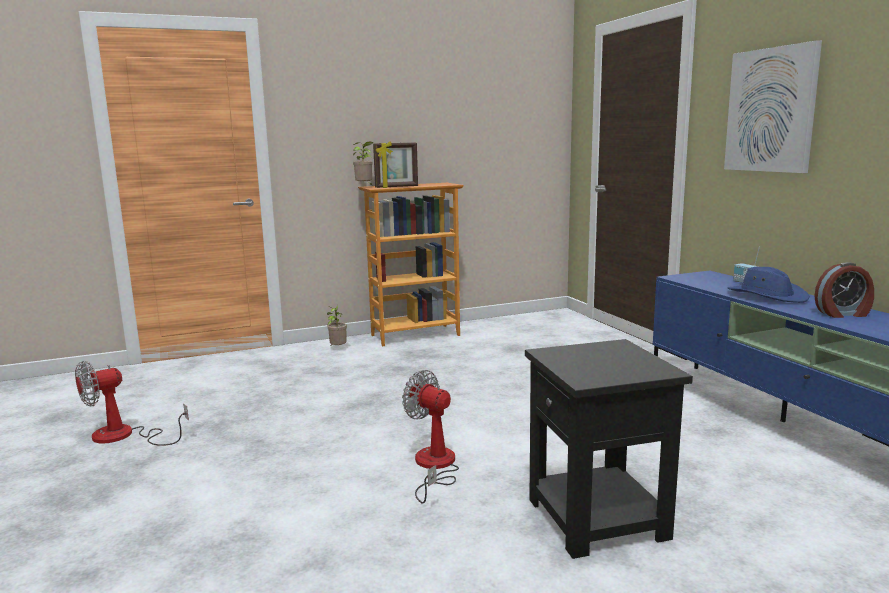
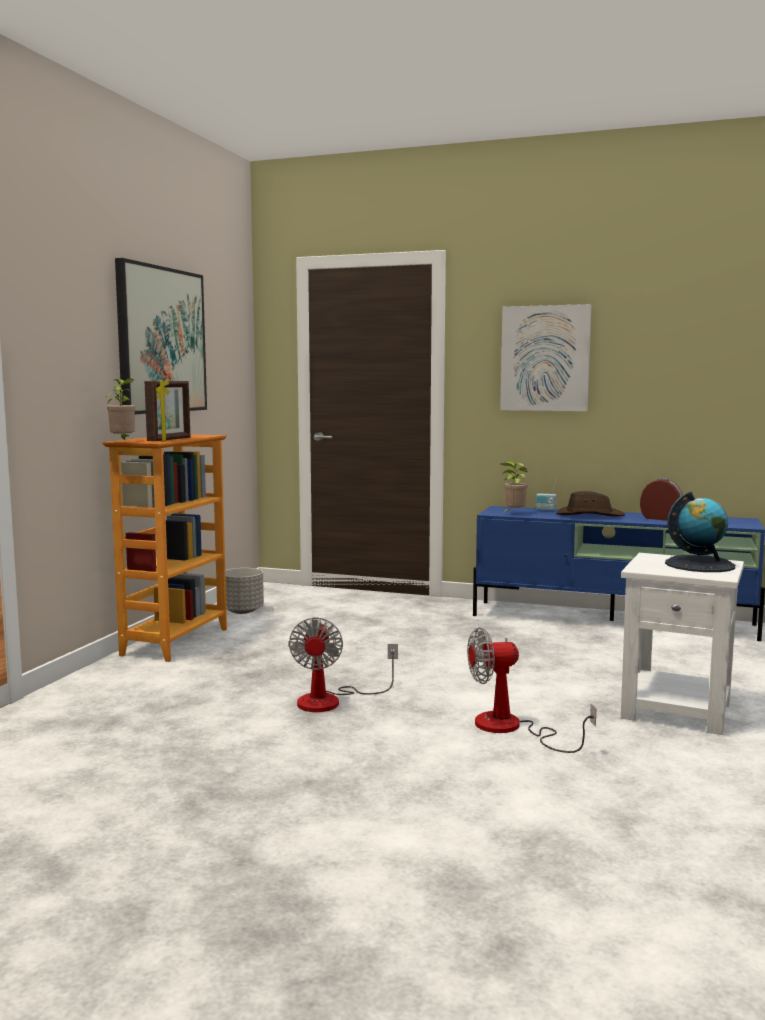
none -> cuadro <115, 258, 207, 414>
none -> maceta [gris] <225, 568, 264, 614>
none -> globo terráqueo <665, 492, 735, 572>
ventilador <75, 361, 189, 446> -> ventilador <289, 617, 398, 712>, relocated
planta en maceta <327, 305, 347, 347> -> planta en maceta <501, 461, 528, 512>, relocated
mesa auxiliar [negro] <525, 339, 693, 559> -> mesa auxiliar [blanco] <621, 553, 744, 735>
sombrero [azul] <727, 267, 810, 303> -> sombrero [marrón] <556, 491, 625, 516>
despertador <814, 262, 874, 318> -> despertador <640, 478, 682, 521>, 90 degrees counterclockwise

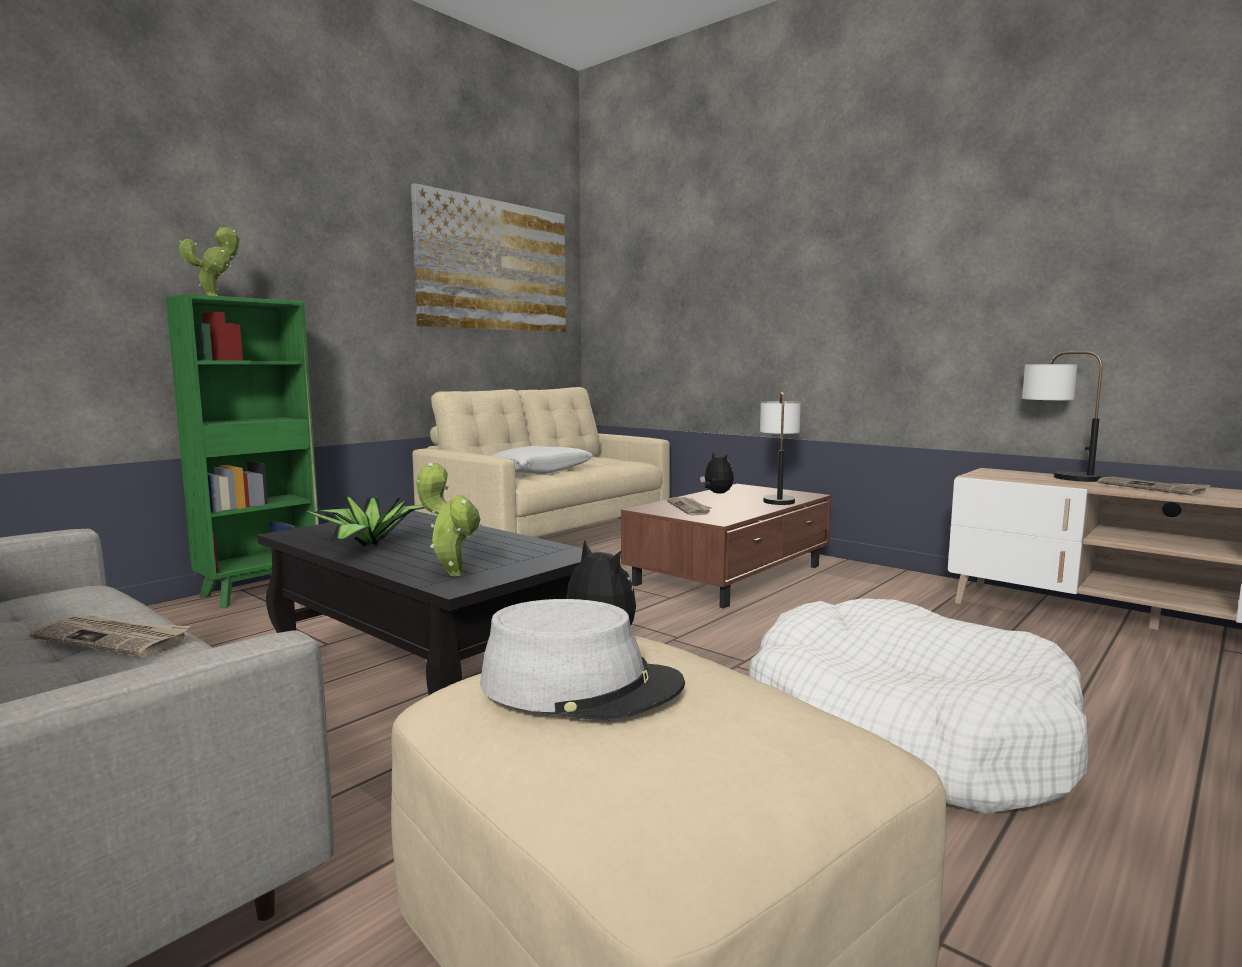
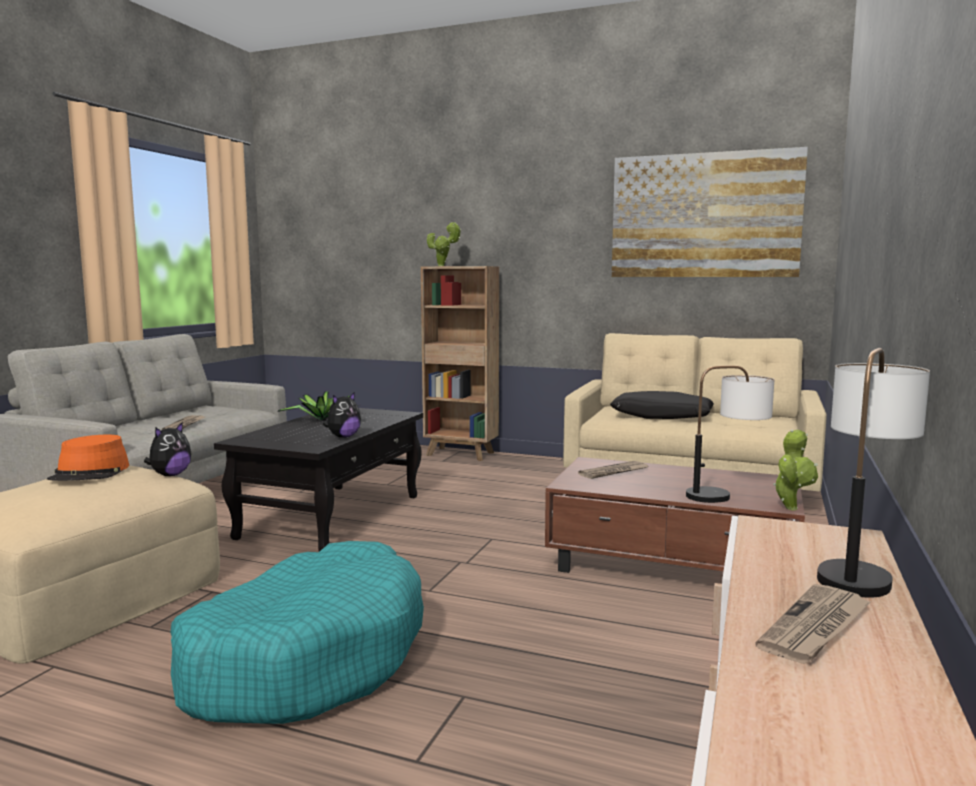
planta en maceta <416, 463, 481, 576> -> planta en maceta <773, 429, 818, 510>, relocated
peluche <700, 451, 734, 494> -> peluche <323, 392, 361, 438>, relocated
estantería [verde] <166, 294, 319, 608> -> estantería [marrón] <421, 266, 499, 461>
sombrero [gris] <480, 599, 685, 720> -> sombrero [naranja] <47, 435, 129, 481>
cojín [blanco] <490, 446, 594, 474> -> cojín [negro] <610, 391, 714, 419>
cama para perro [blanco] <748, 598, 1088, 814> -> cama para perro [turquesa] <170, 541, 424, 724>

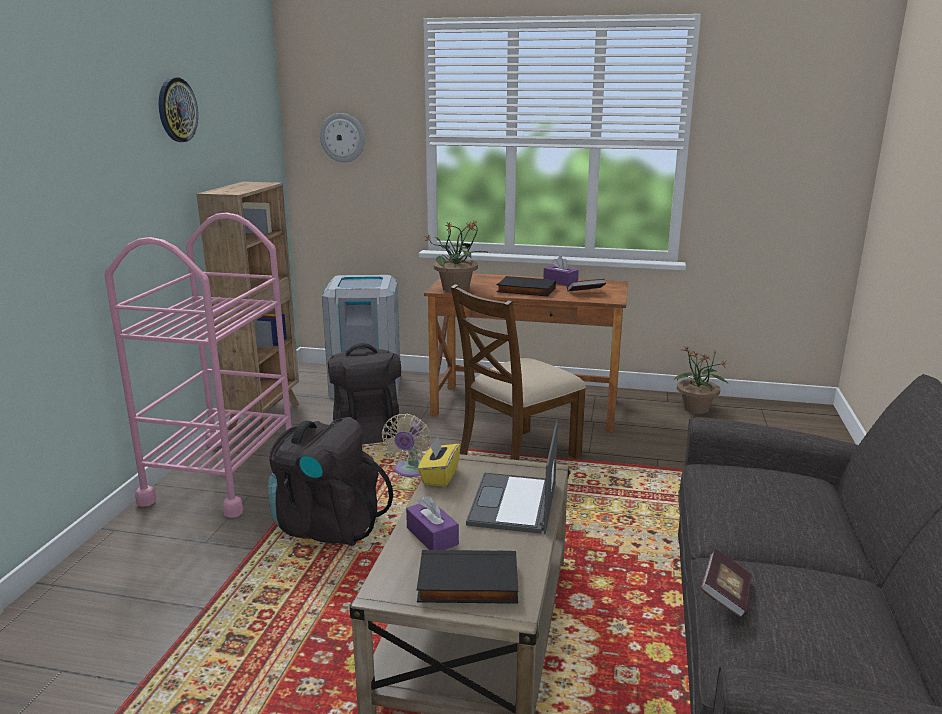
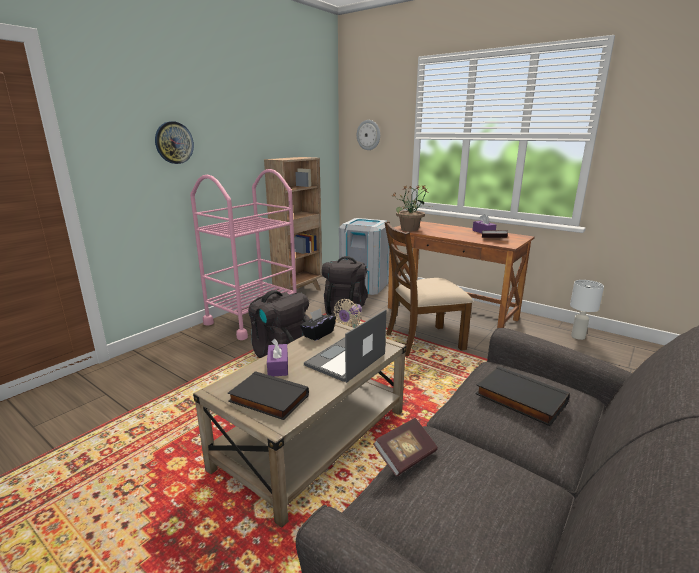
reloj de pared <159, 78, 198, 142> -> reloj de pared <155, 121, 194, 164>, relocated
libro [negro] <496, 276, 556, 296> -> libro [negro] <475, 366, 570, 426>, relocated
planta en maceta <674, 347, 729, 414> -> lámpara de mesa [blanco] <570, 280, 604, 340>
caja de pañuelos [amarillo] <418, 437, 460, 487> -> caja de pañuelos [negro] <300, 308, 336, 341>

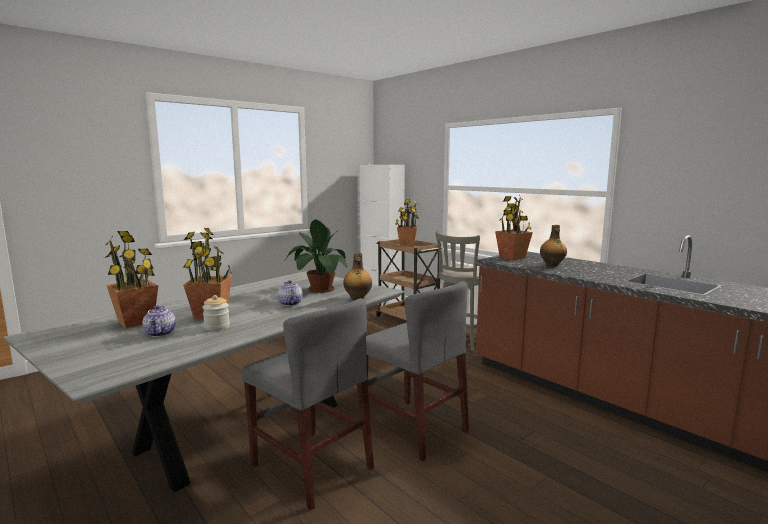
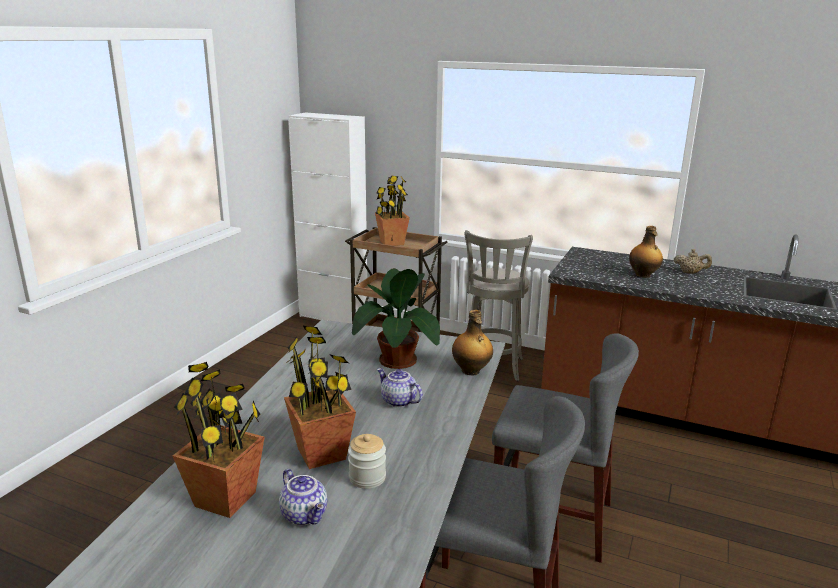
planta en maceta <495, 194, 533, 260> -> none
none -> tetera [beis] <674, 249, 712, 274>

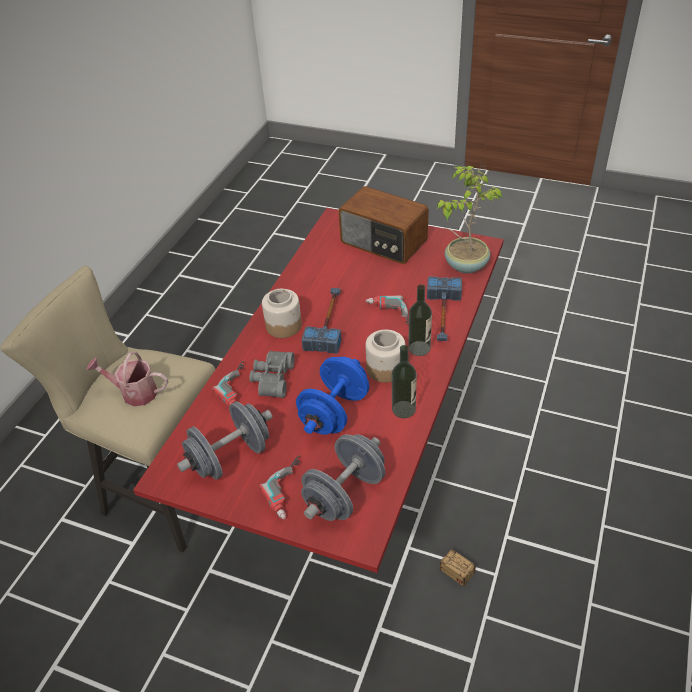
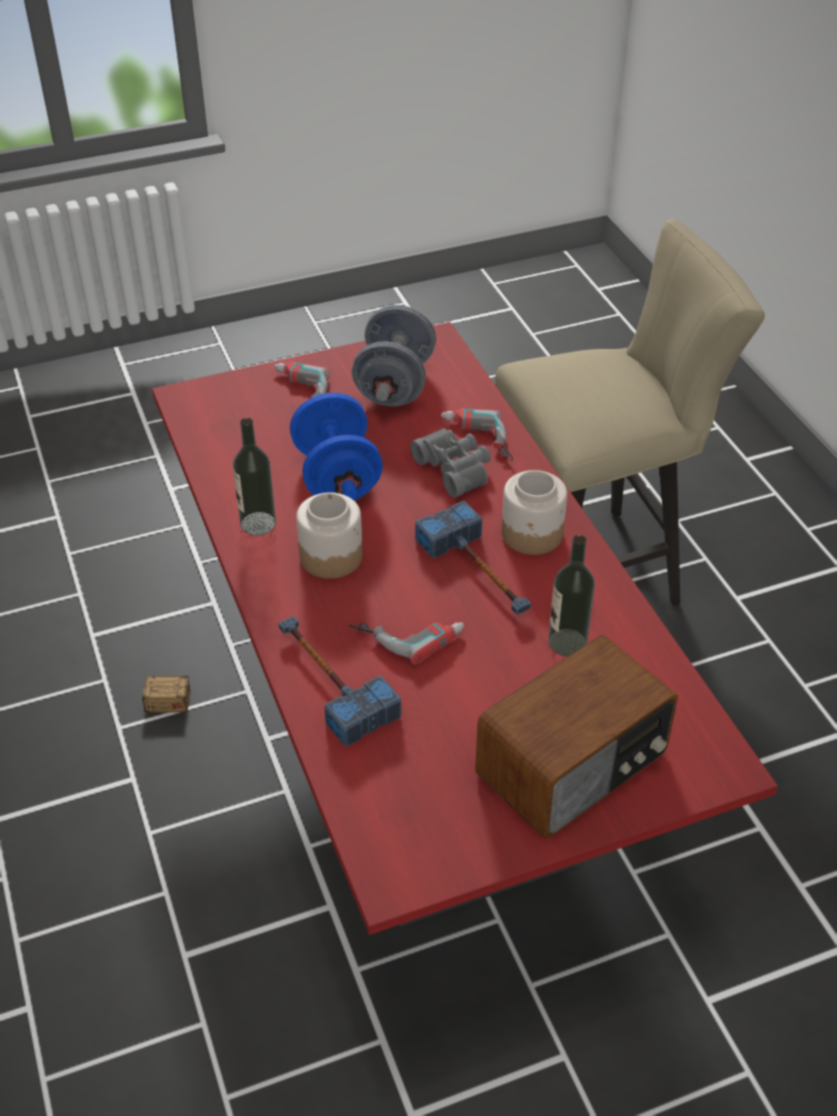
regadera <86, 351, 168, 406> -> none
mancuerna [gris] <301, 434, 385, 521> -> none
planta en maceta <437, 166, 502, 273> -> none
botella <408, 284, 432, 356> -> botella <548, 535, 595, 657>, relocated
radio <338, 186, 429, 264> -> radio <475, 635, 678, 839>, 150 degrees clockwise

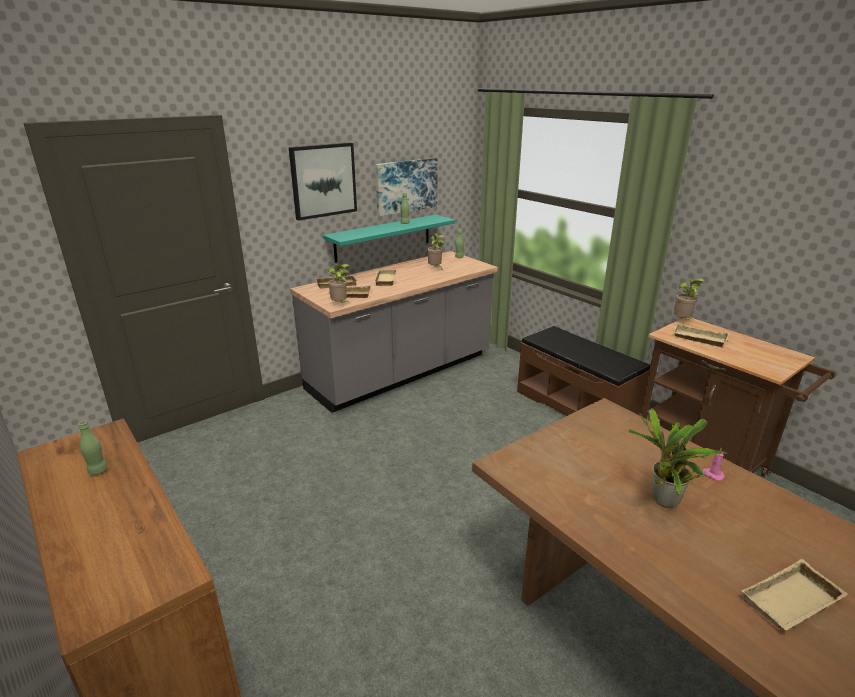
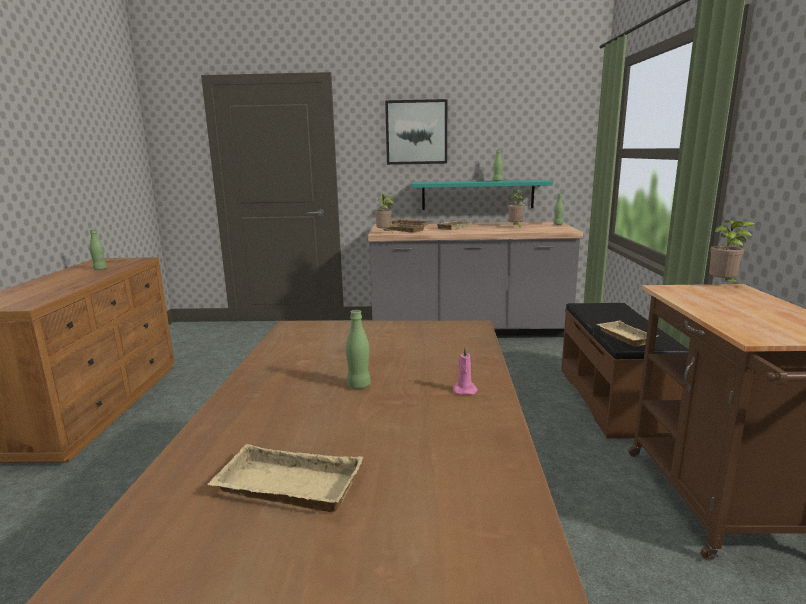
cuadro <375, 158, 438, 216> -> none
bandeja [beis] <672, 323, 730, 347> -> bandeja [beis] <596, 321, 658, 346>, relocated
planta en maceta <628, 409, 727, 508> -> botella [verde] <346, 310, 370, 389>

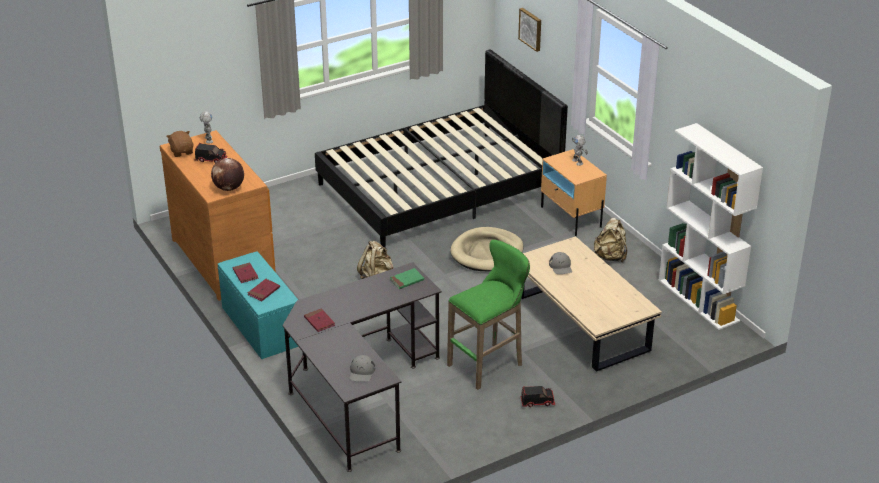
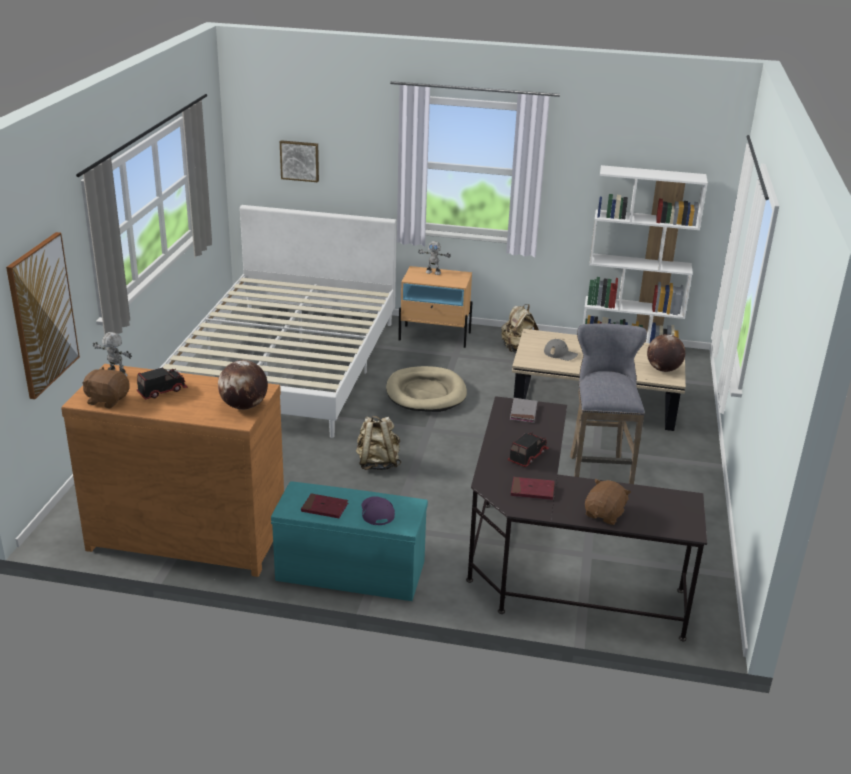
gorra [gris] <350, 355, 375, 382> -> none
none -> cuadro <6, 232, 80, 399>
none -> peluche [marrón] <585, 479, 631, 525>
none -> globo terráqueo <647, 334, 685, 372>
camión de juguete <520, 386, 555, 407> -> camión de juguete <507, 432, 549, 467>, relocated
libro [rojo] <248, 279, 280, 301> -> gorra [morado] <362, 496, 395, 525>
cama [negro] <315, 49, 568, 248> -> cama [blanco] <160, 205, 397, 438>
libro [verde] <390, 268, 424, 289> -> libro [gris] <510, 398, 537, 423>
taburete [verde] <447, 240, 530, 390> -> taburete [gris] <570, 324, 647, 484>

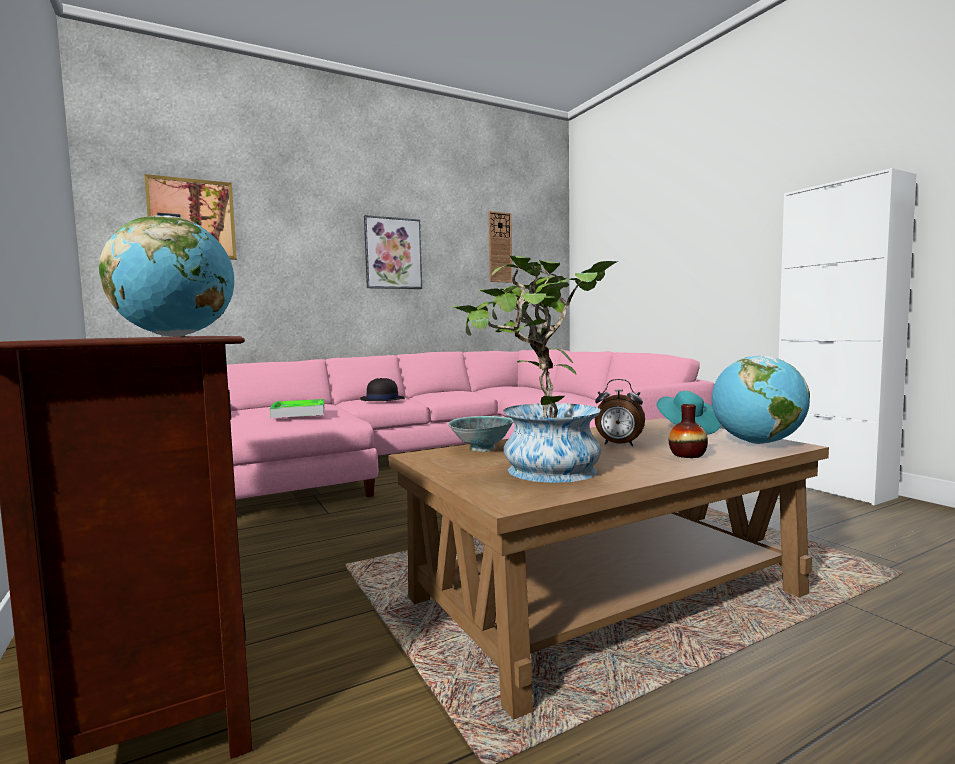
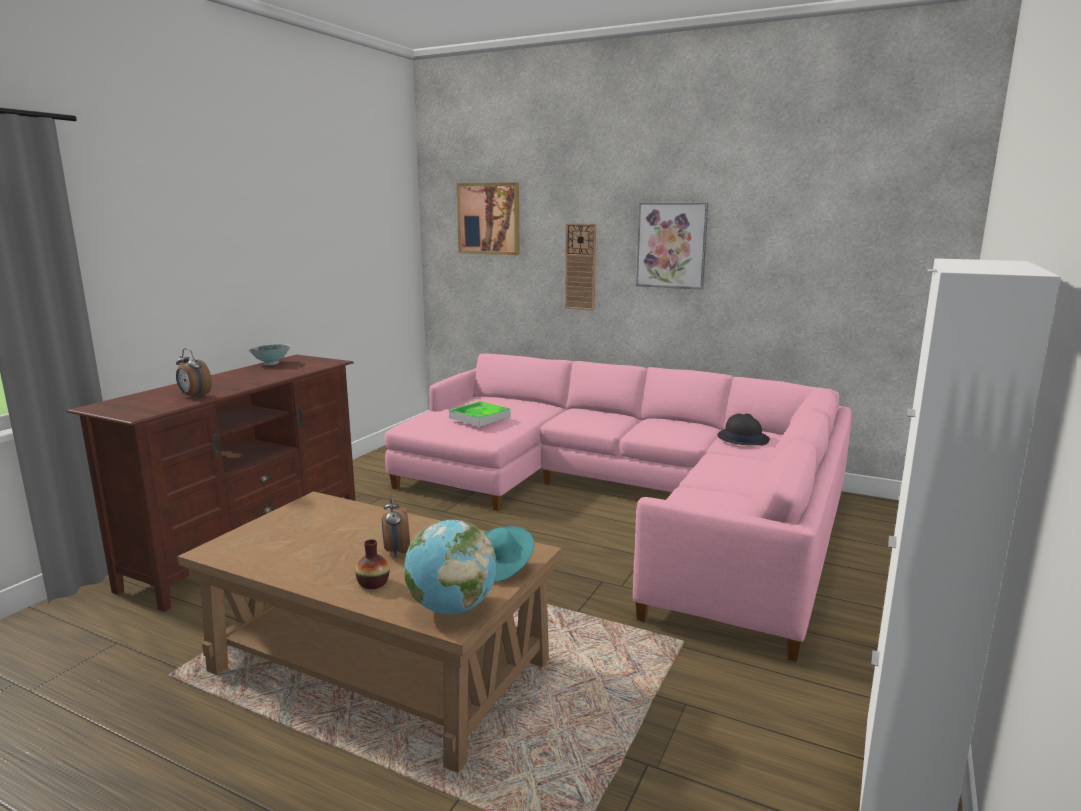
planta en maceta <450, 255, 618, 483> -> none
sombrero [negro] <360, 378, 405, 401> -> sombrero [negro] <717, 413, 770, 445>, relocated
cuenco <448, 416, 514, 452> -> cuenco <248, 344, 291, 365>, relocated
reloj de pared <488, 211, 512, 282> -> reloj de pared <565, 223, 596, 311>, relocated
globo terráqueo <99, 215, 234, 337> -> despertador <176, 348, 212, 398>

